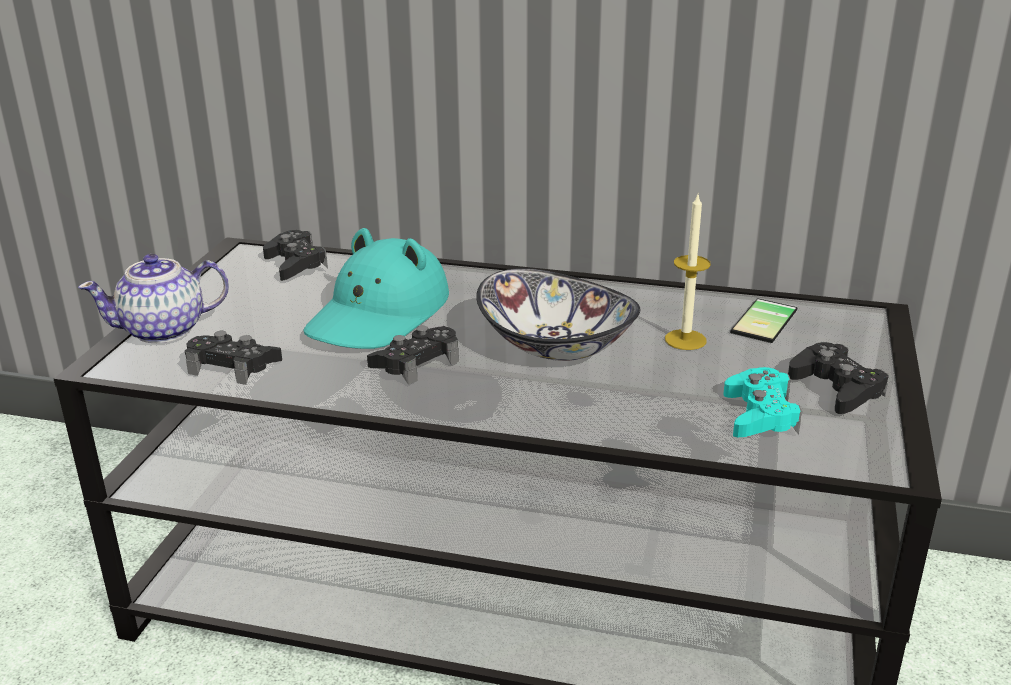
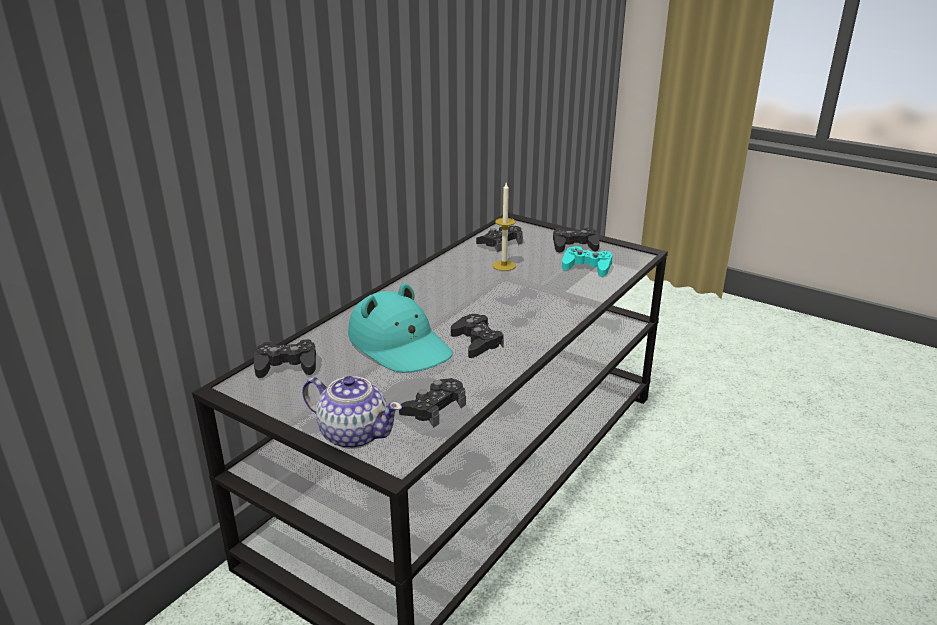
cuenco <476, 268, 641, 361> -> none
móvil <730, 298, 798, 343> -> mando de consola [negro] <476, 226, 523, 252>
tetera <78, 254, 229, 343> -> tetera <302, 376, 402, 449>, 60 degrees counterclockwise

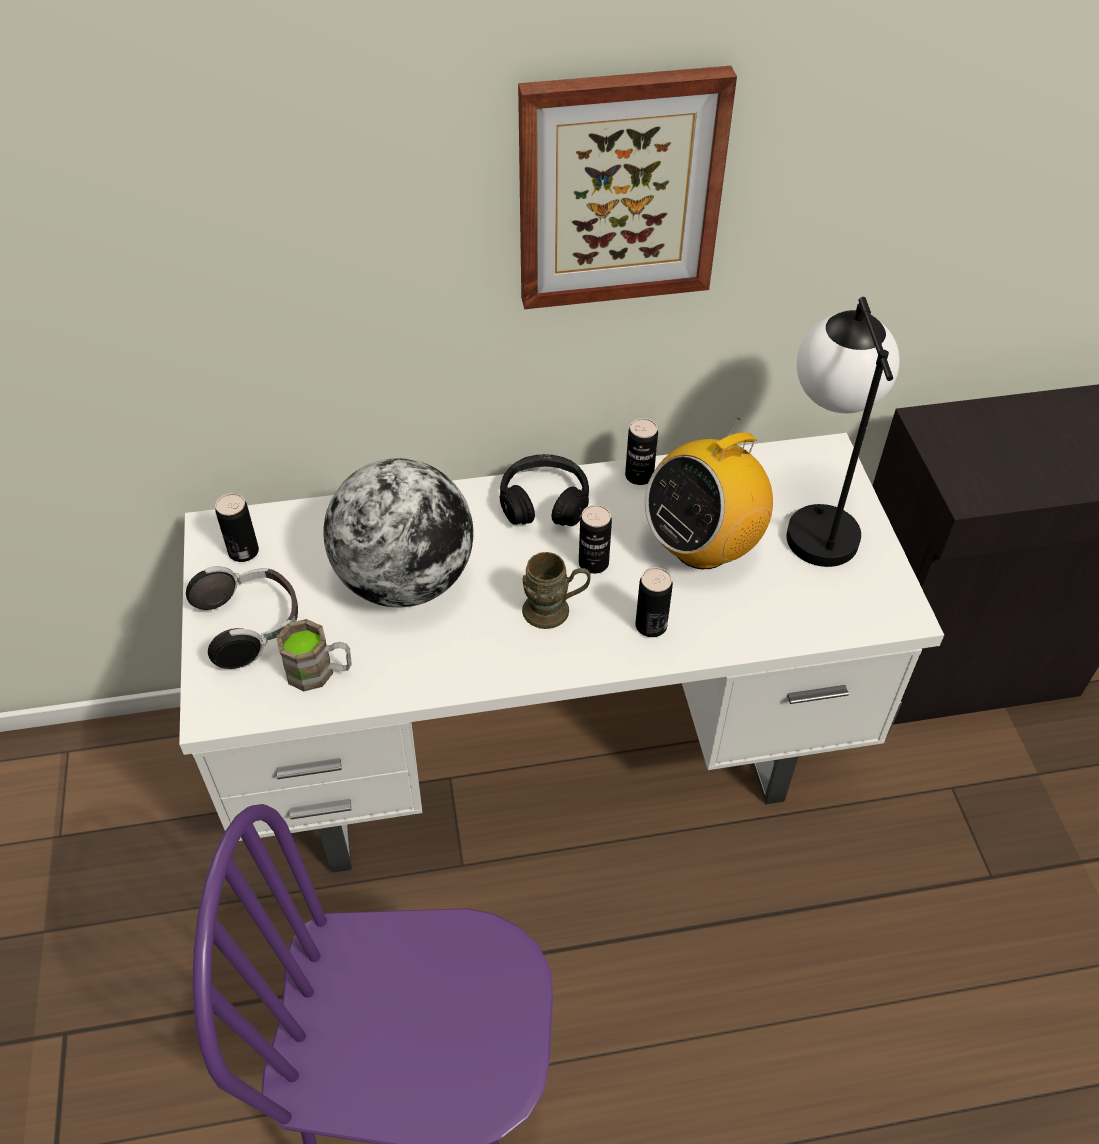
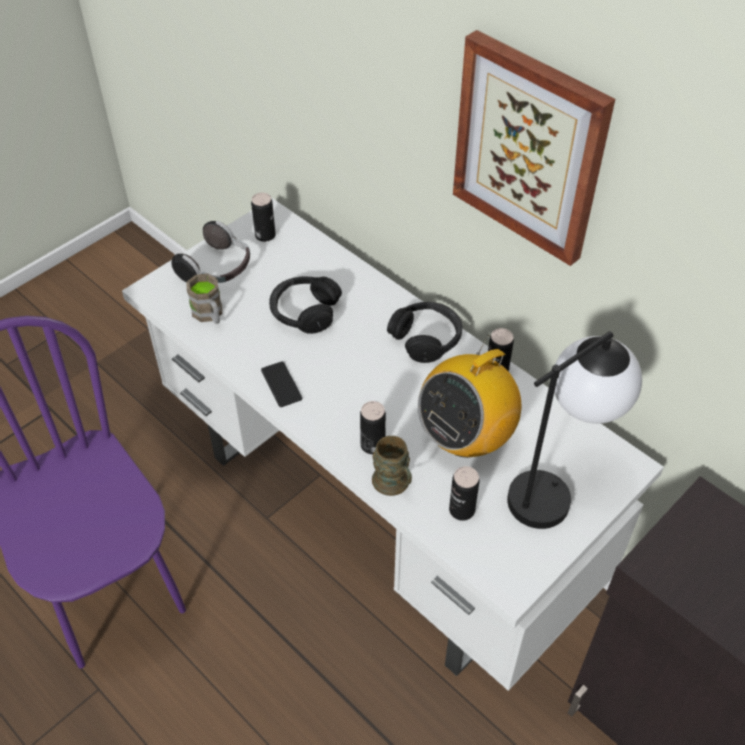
none -> móvil <261, 362, 302, 407>
taza grande [marrón] <522, 552, 591, 629> -> taza grande [marrón] <372, 436, 412, 496>, relocated
lata <579, 505, 612, 574> -> lata <449, 466, 480, 521>, relocated
globo terráqueo <323, 458, 473, 607> -> auriculares [negro] <269, 276, 342, 334>
radio <645, 418, 773, 569> -> radio <417, 335, 521, 458>, 60 degrees counterclockwise

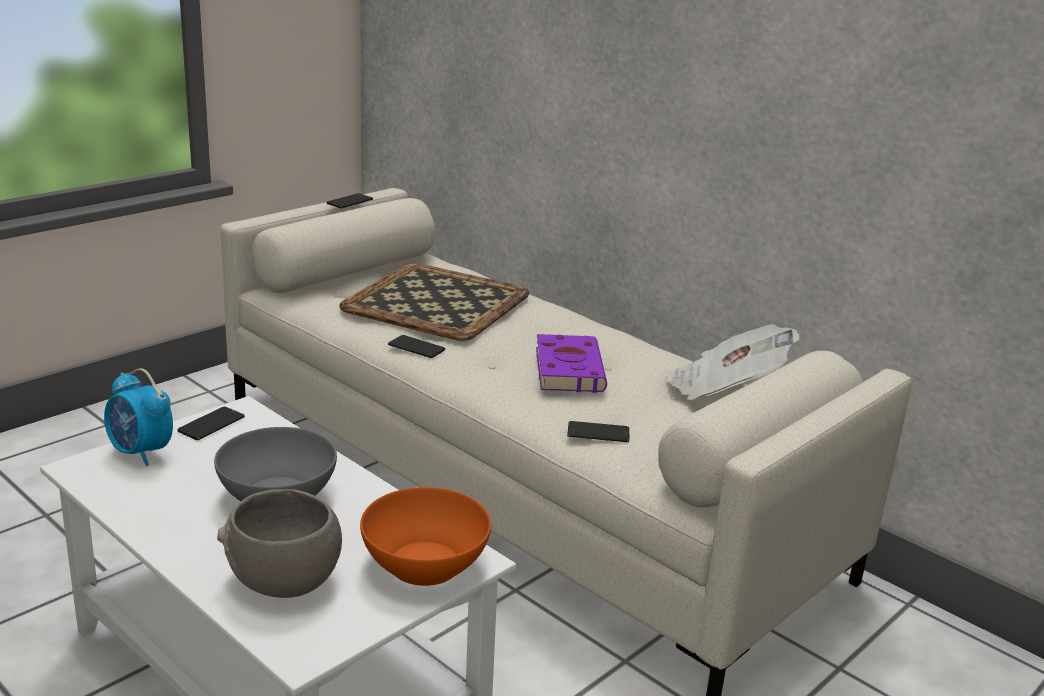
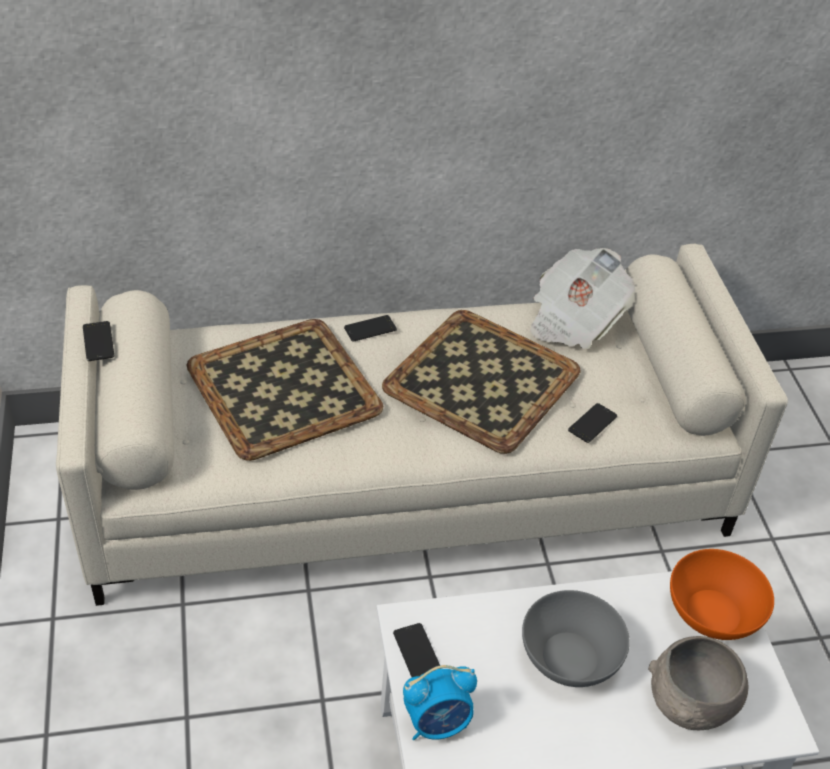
móvil <388, 335, 445, 358> -> móvil <344, 315, 397, 342>, relocated
libro [morado] <536, 334, 607, 393> -> bandeja <382, 310, 581, 454>

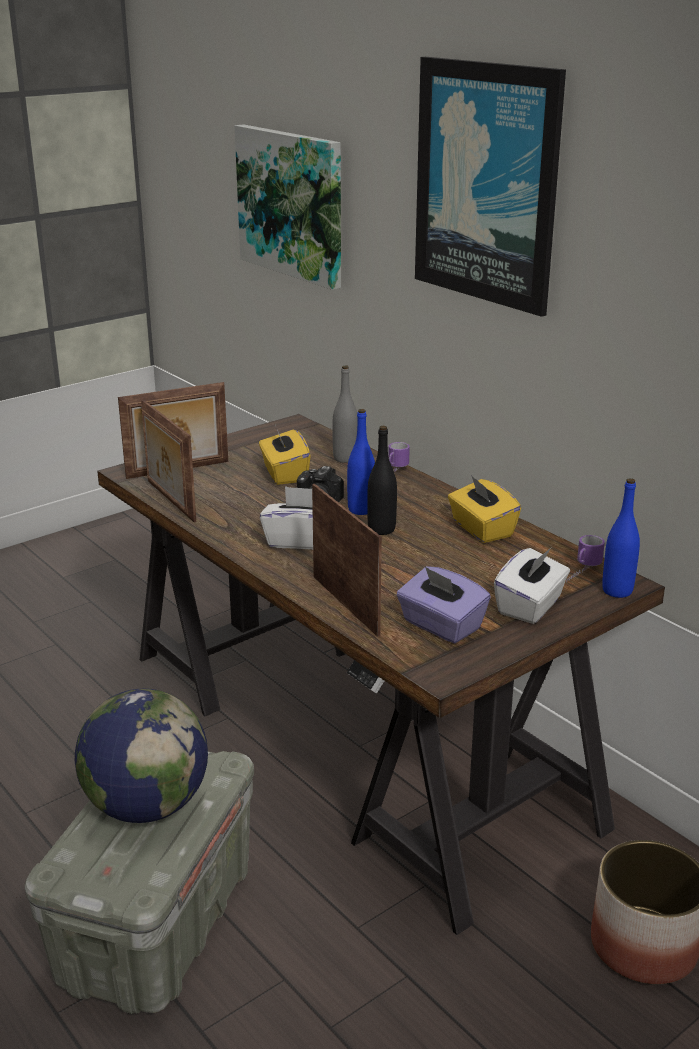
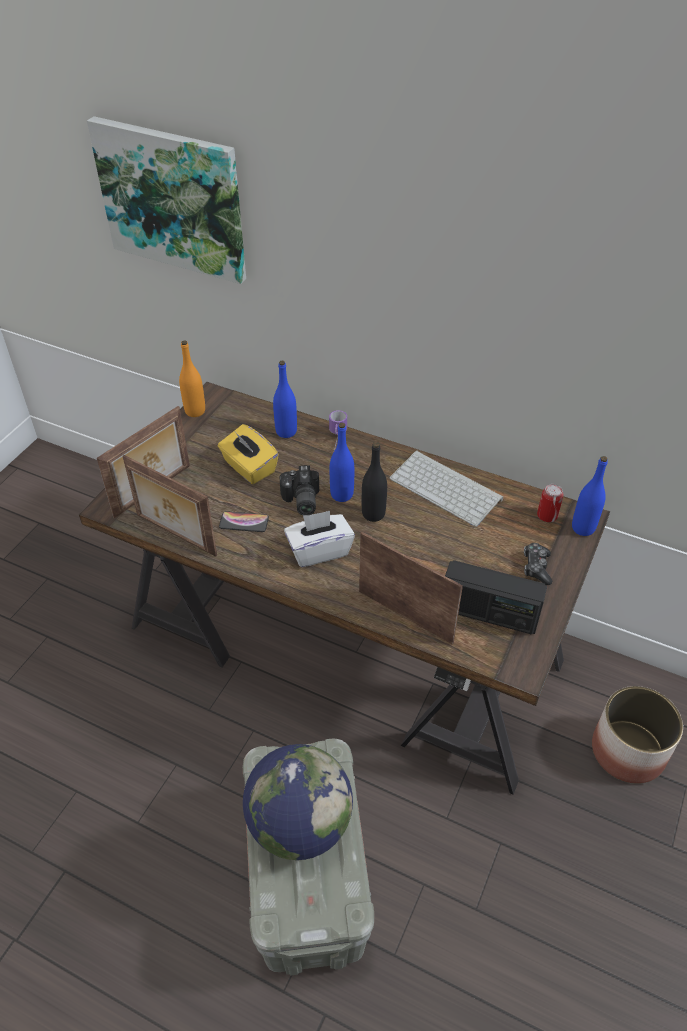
cuadro <415, 57, 566, 317> -> none
none -> botella [naranja] <179, 340, 205, 417>
none -> móvil <219, 511, 269, 532>
caja de pañuelos [morado] <397, 566, 491, 643> -> radio <445, 560, 547, 634>
caja de pañuelos [amarillo] <448, 475, 521, 543> -> teclado <390, 451, 503, 527>
caja de pañuelos [blanco] <494, 548, 570, 624> -> mando de consola <524, 543, 552, 585>
taza grande <566, 535, 605, 582> -> lata <537, 484, 563, 522>
botella [gris] <332, 365, 358, 463> -> botella [azul] <273, 360, 297, 438>

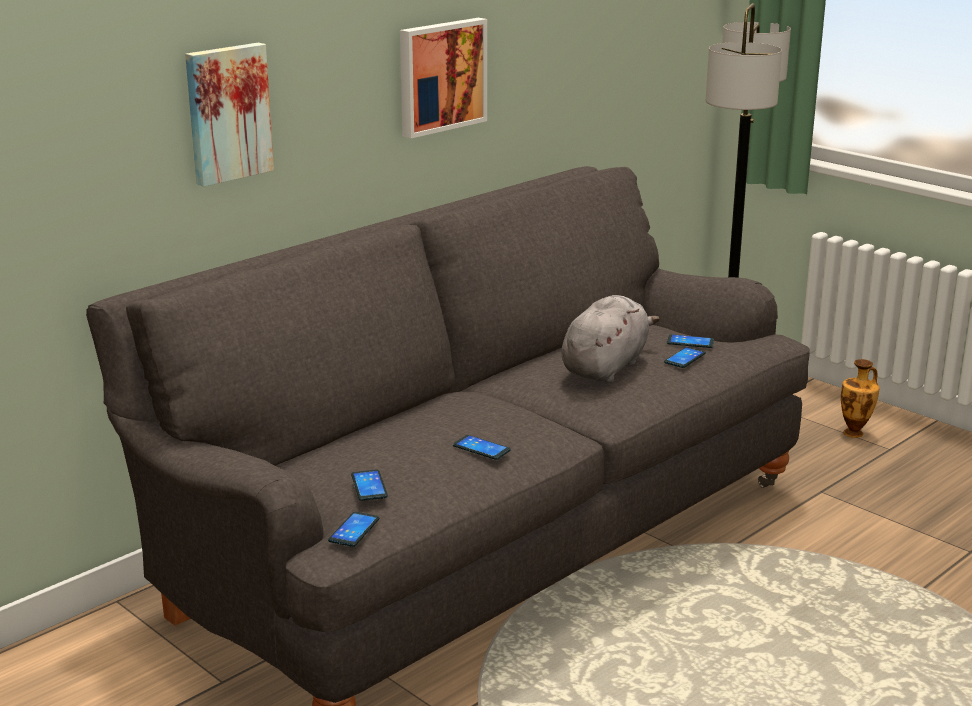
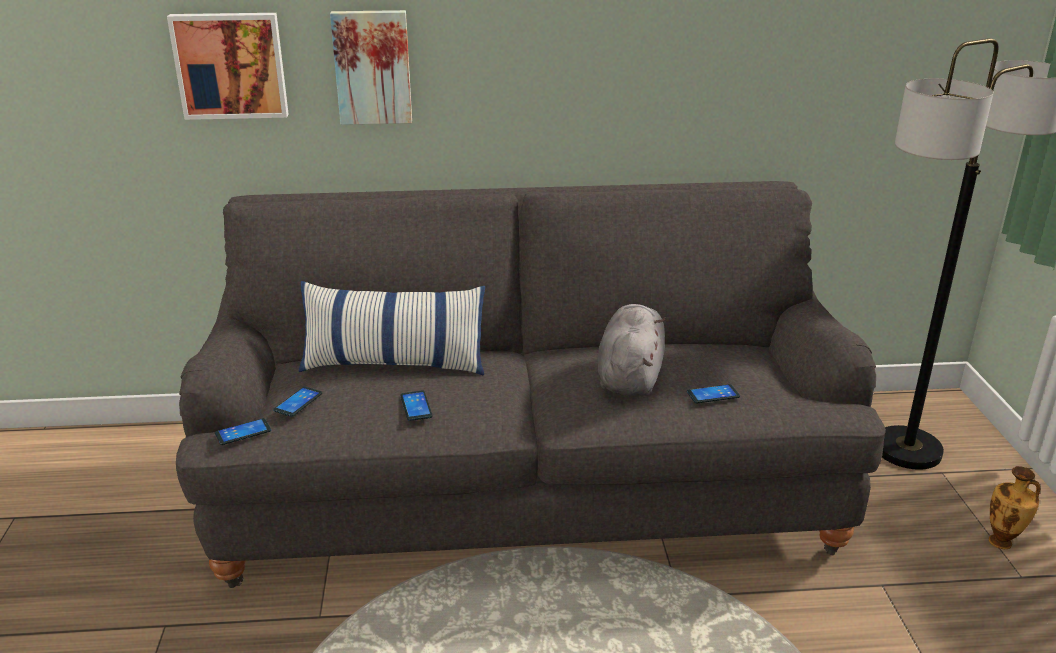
móvil <667, 334, 714, 348> -> none
none -> cojín <299, 281, 485, 375>
cuadro <400, 18, 487, 138> -> cuadro <167, 13, 289, 120>, relocated
peluche [gris] <561, 295, 660, 383> -> peluche [gris] <598, 304, 666, 396>, 60 degrees counterclockwise

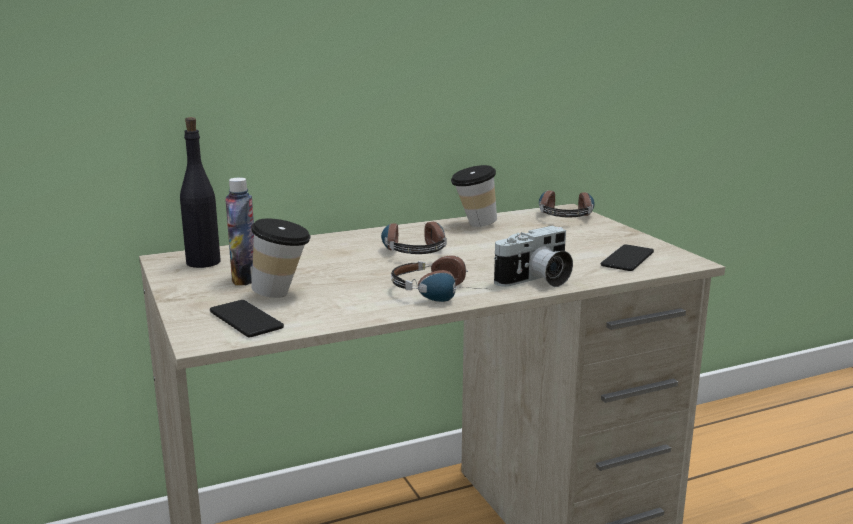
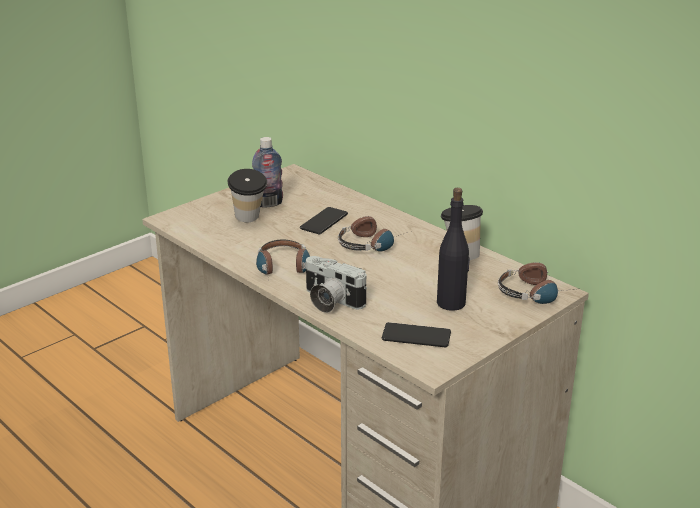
botella [negro] <180, 117, 221, 268> -> botella [negro] <437, 188, 470, 311>, relocated
móvil <210, 300, 284, 337> -> móvil <300, 207, 348, 234>, relocated

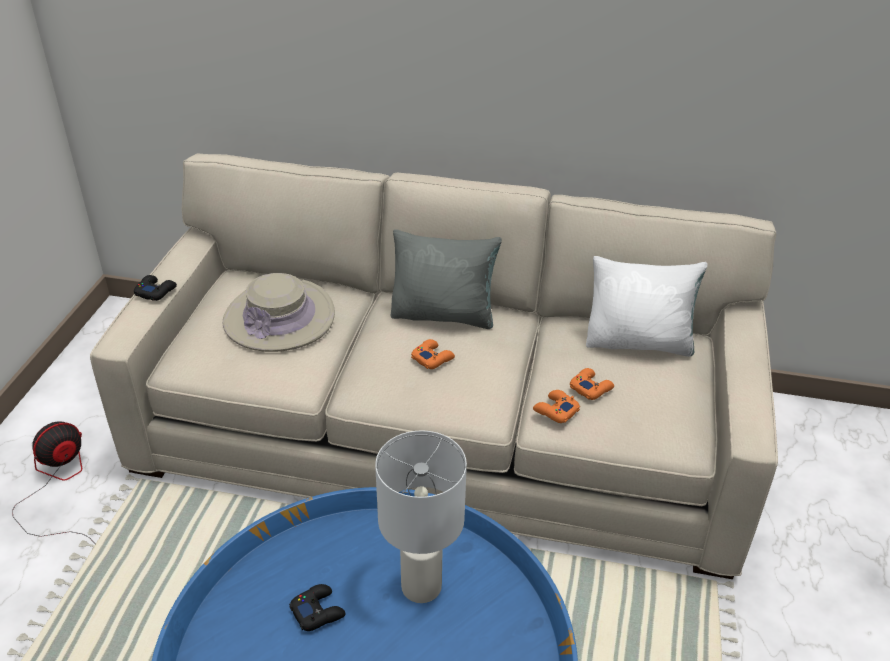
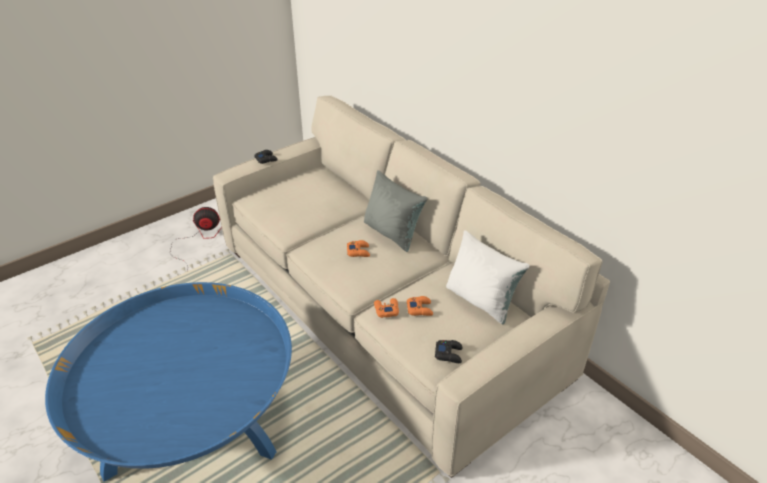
sombrero [beis] <223, 273, 335, 352> -> none
lámpara de mesa [blanco] <375, 431, 467, 603> -> none
mando de consola [negro] <289, 584, 345, 631> -> mando de consola [negro] <435, 340, 463, 363>, relocated

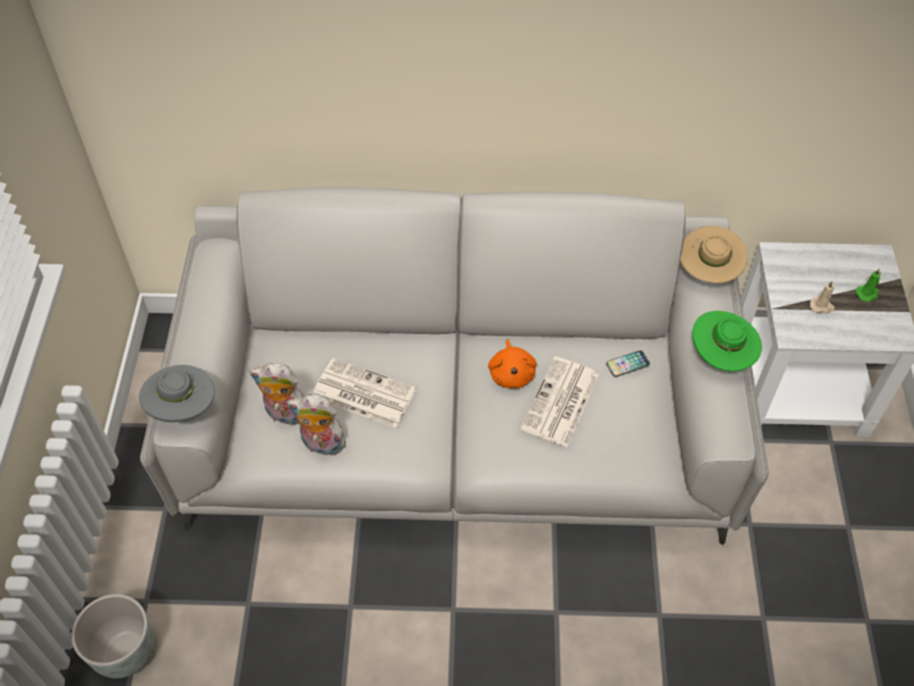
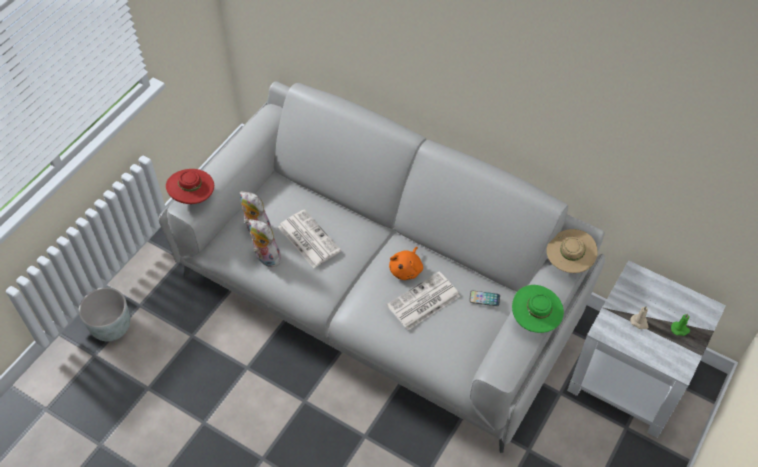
sombrero [gris] <139, 365, 215, 422> -> sombrero [rojo] <166, 169, 214, 204>

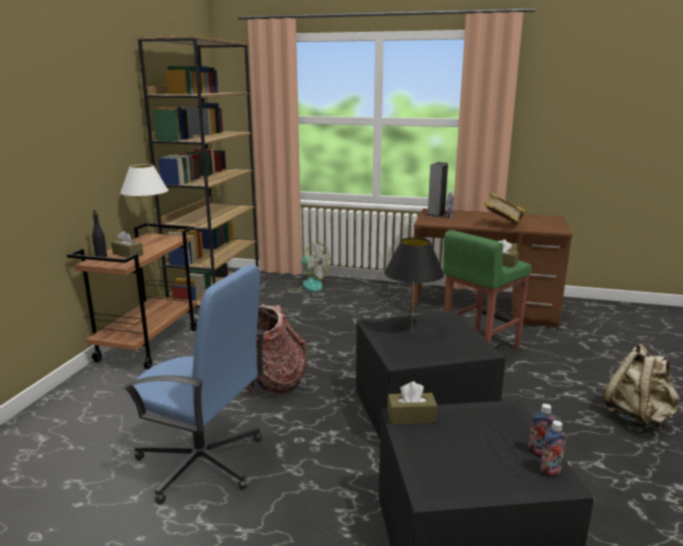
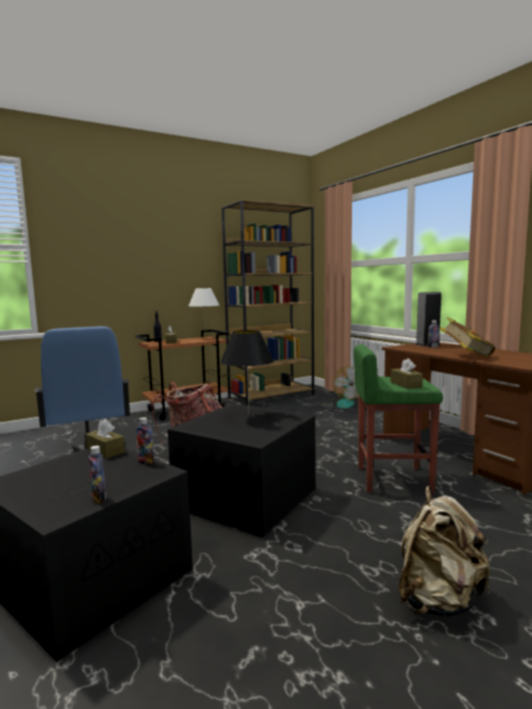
botella <540, 420, 566, 477> -> botella <136, 417, 154, 464>, relocated

